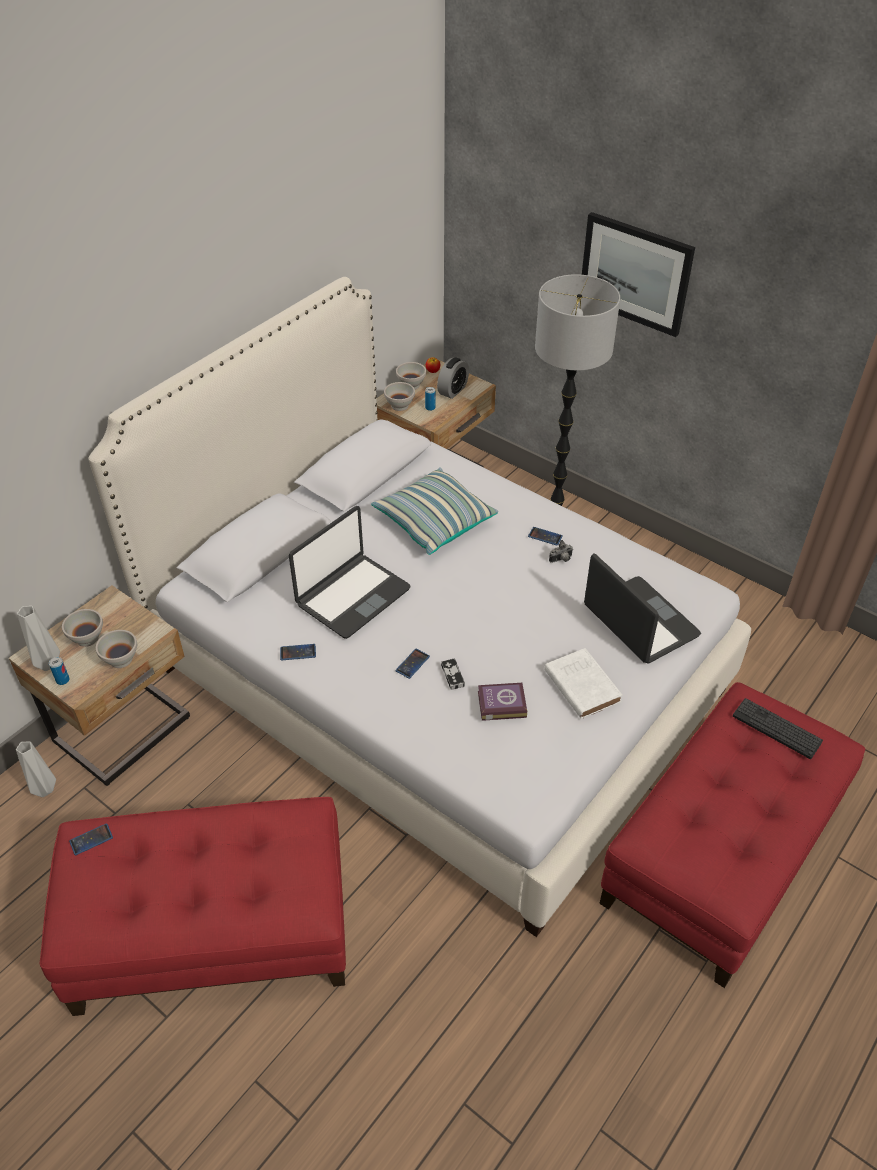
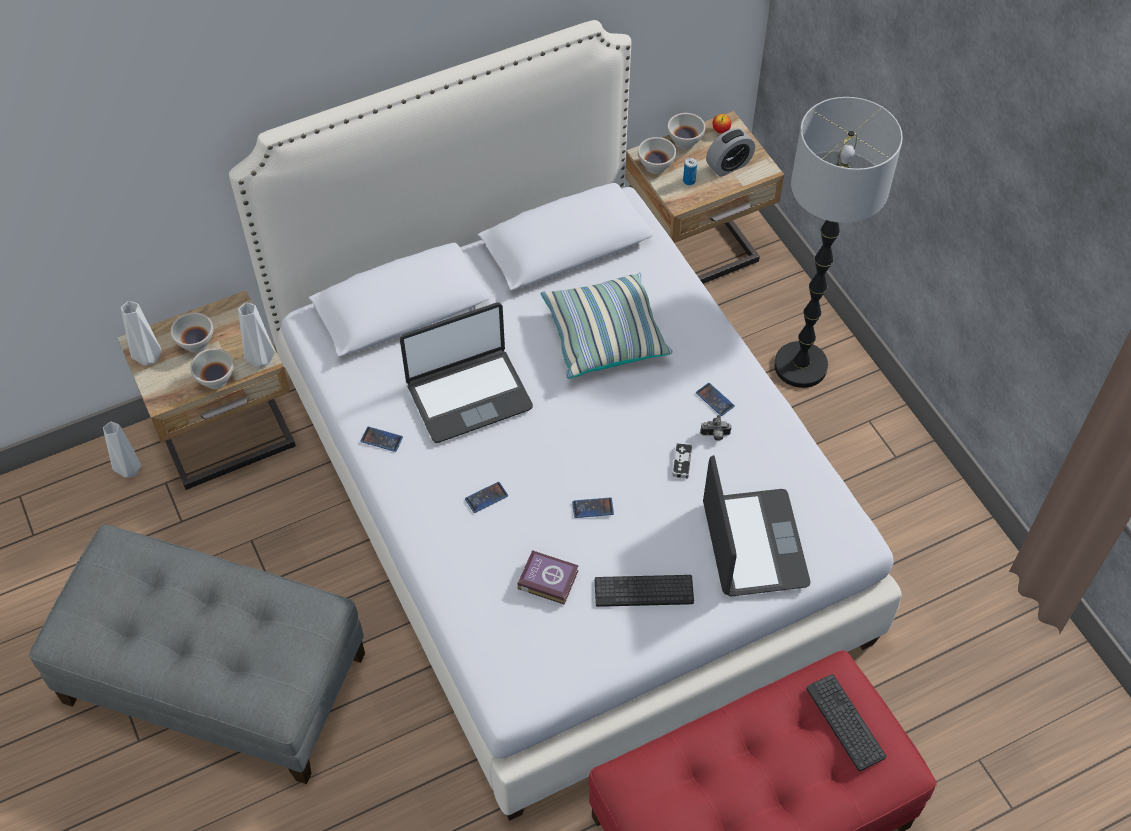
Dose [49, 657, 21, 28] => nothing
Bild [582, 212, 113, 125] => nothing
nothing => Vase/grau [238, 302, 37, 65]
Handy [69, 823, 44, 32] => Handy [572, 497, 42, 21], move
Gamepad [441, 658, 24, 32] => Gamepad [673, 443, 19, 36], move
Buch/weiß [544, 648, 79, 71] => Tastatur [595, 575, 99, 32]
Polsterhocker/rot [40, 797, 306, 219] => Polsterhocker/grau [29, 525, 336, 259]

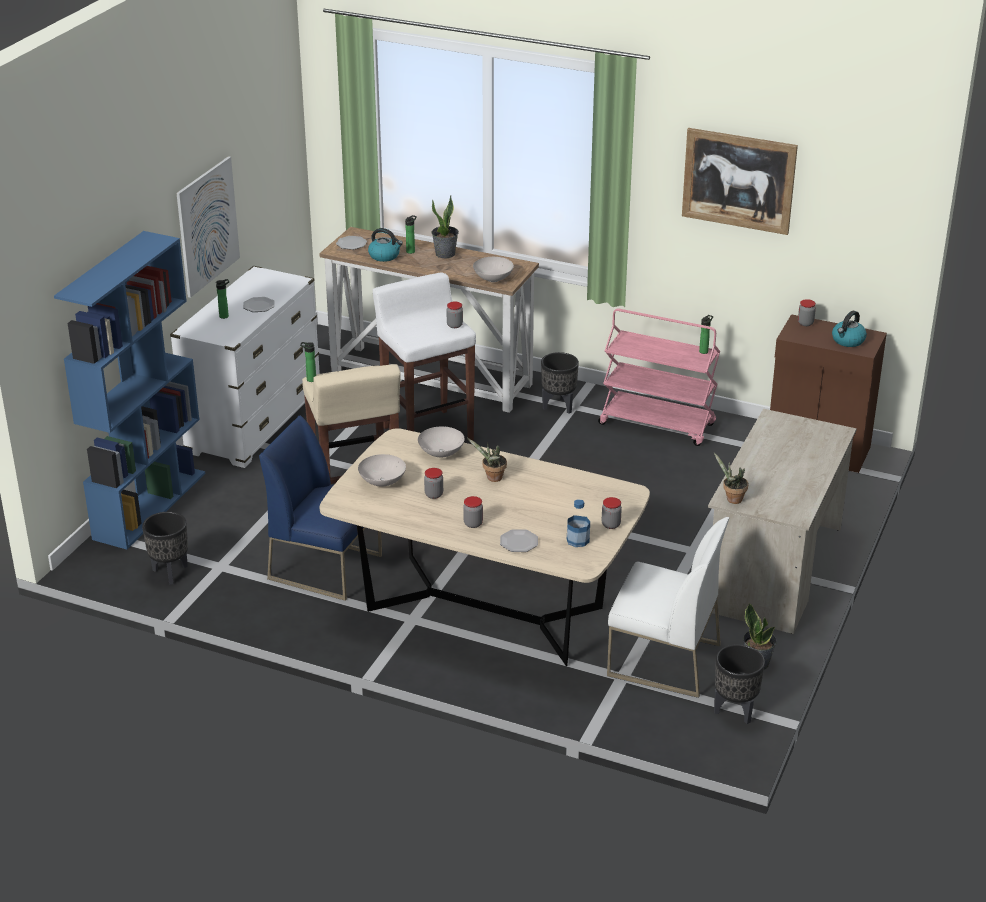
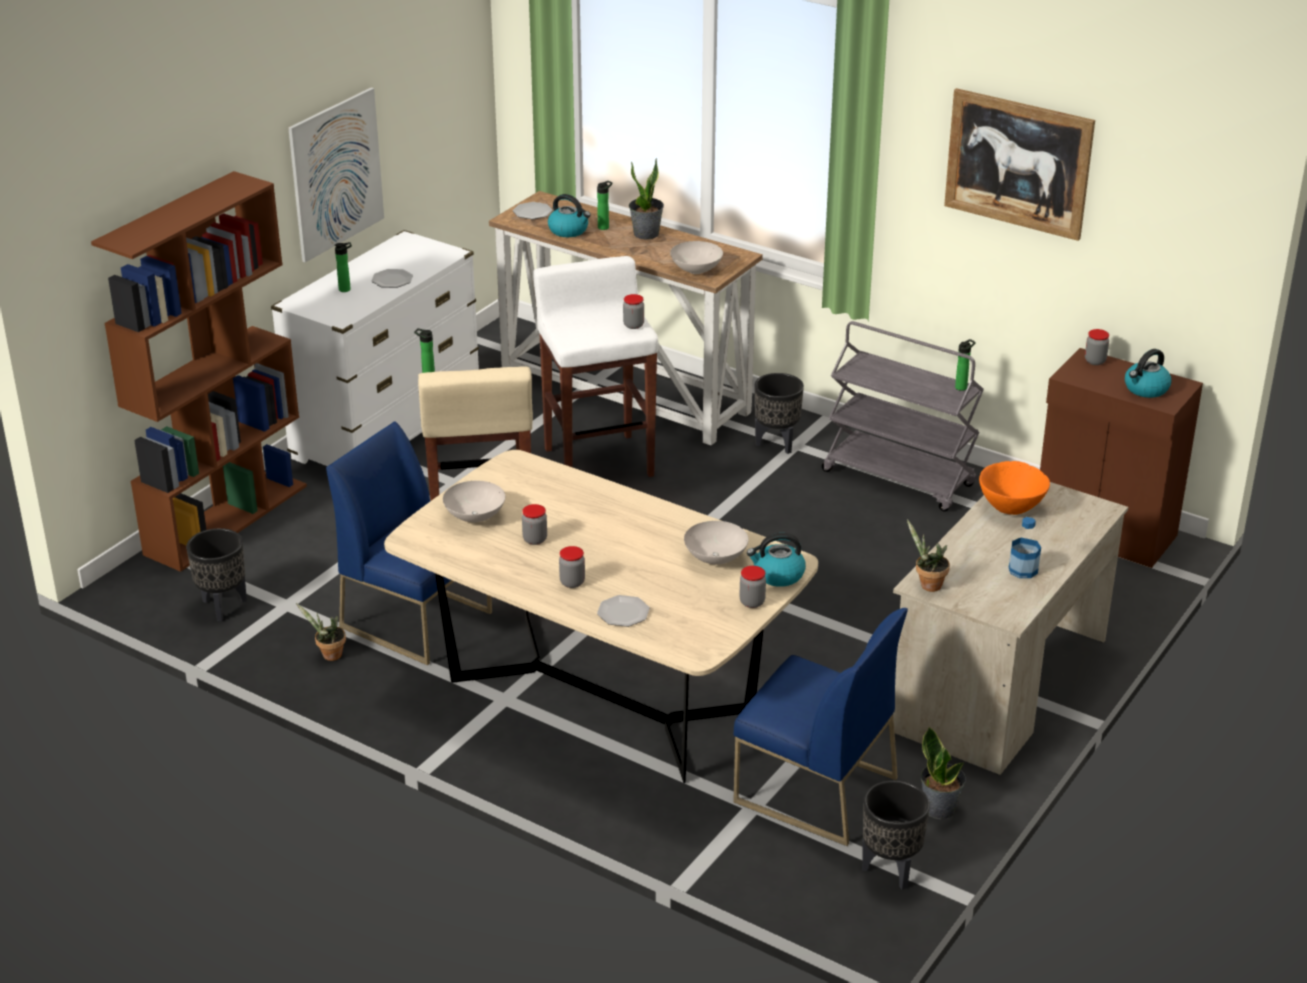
nothing => Wasserkessel [747, 533, 59, 54]
nothing => Schüssel/orange [979, 461, 71, 54]
Schüssel/weiß [418, 426, 47, 32] => Schüssel/weiß [684, 521, 64, 43], move
Topfpflanze [467, 438, 40, 44] => Topfpflanze [296, 603, 50, 58], move
Flasche [567, 499, 23, 48] => Flasche [1009, 517, 32, 61], move
Bücherregal/blau [54, 231, 151, 319] => Bücherregal/braun [91, 171, 216, 401]
Rollwagen/rosa [598, 308, 122, 138] => Rollwagen/grau [822, 321, 162, 191]
Stuhl/weiß [607, 517, 123, 181] => Stuhl/blau [733, 608, 175, 238]

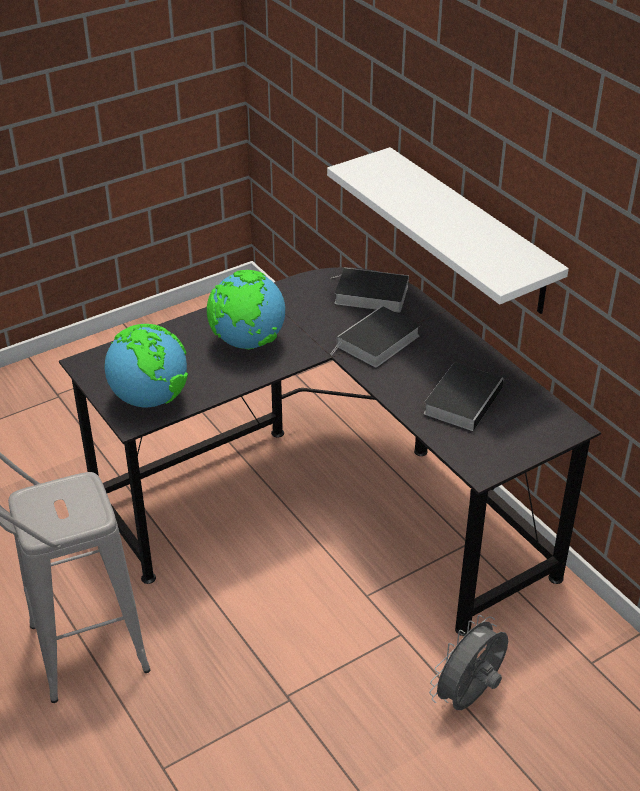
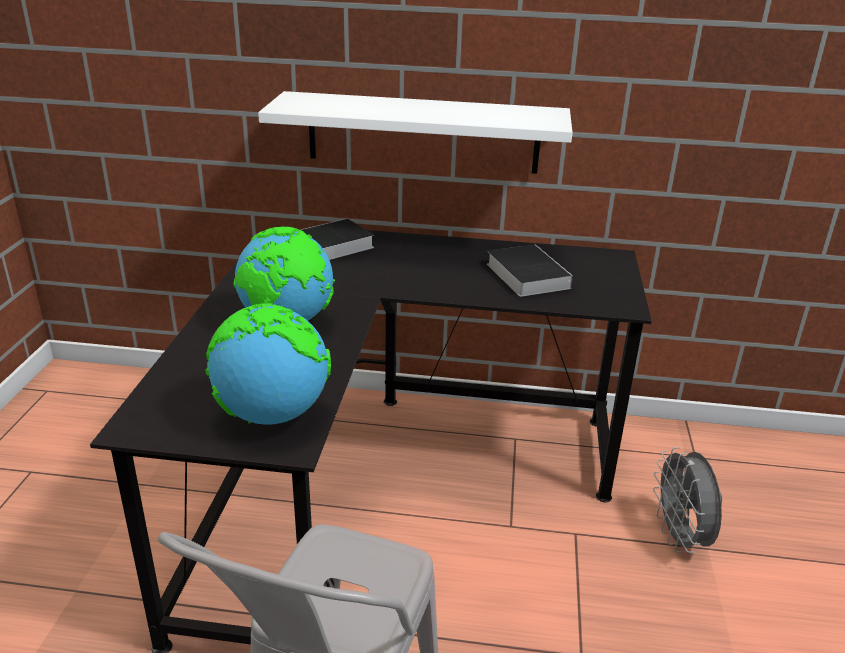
Buch [331, 306, 89, 61] => nothing

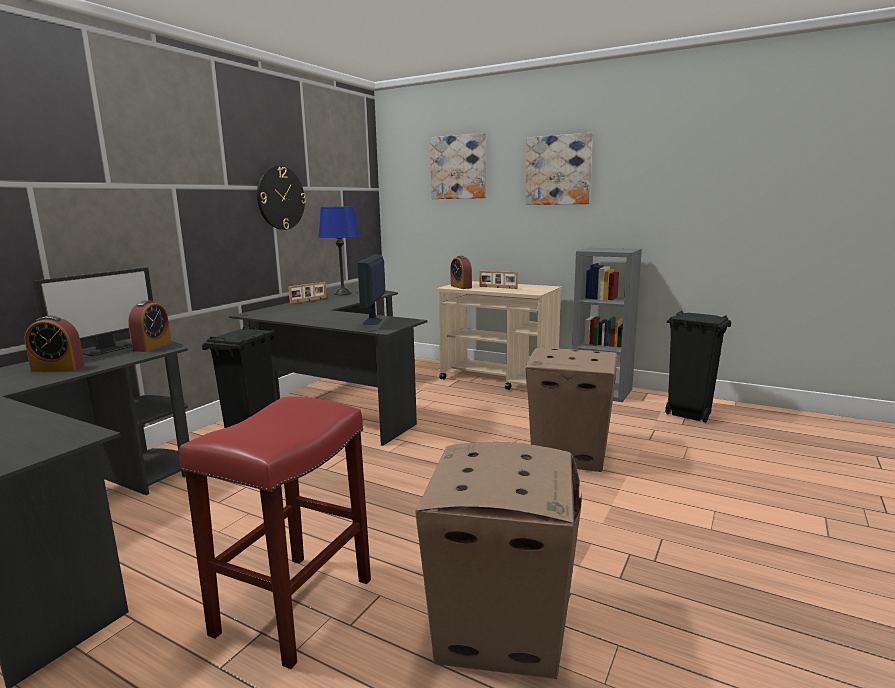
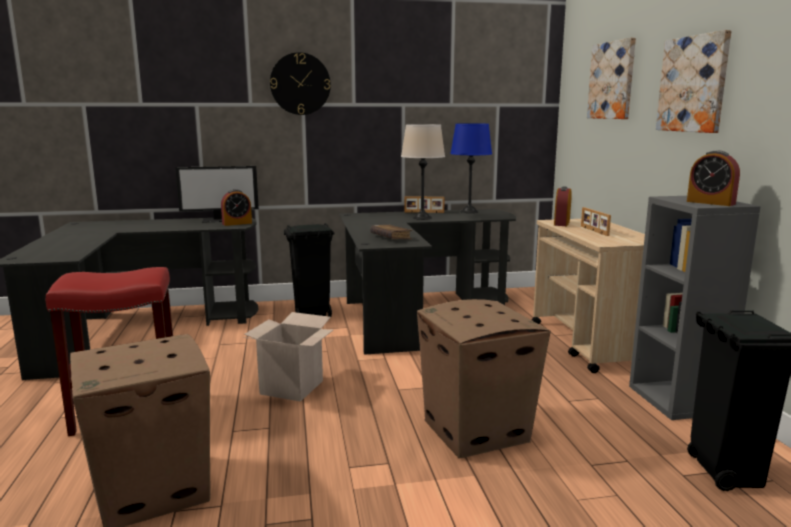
nothing => Karton [243, 312, 90, 90]
nothing => Tischlampe/beige [401, 124, 44, 96]
Wecker [25, 316, 60, 56] => Wecker [687, 150, 53, 56], move
Wanduhr [257, 166, 49, 64] => Wanduhr [270, 52, 61, 63], move
Monitor [357, 254, 28, 71] => Buch/braun [370, 225, 43, 14]

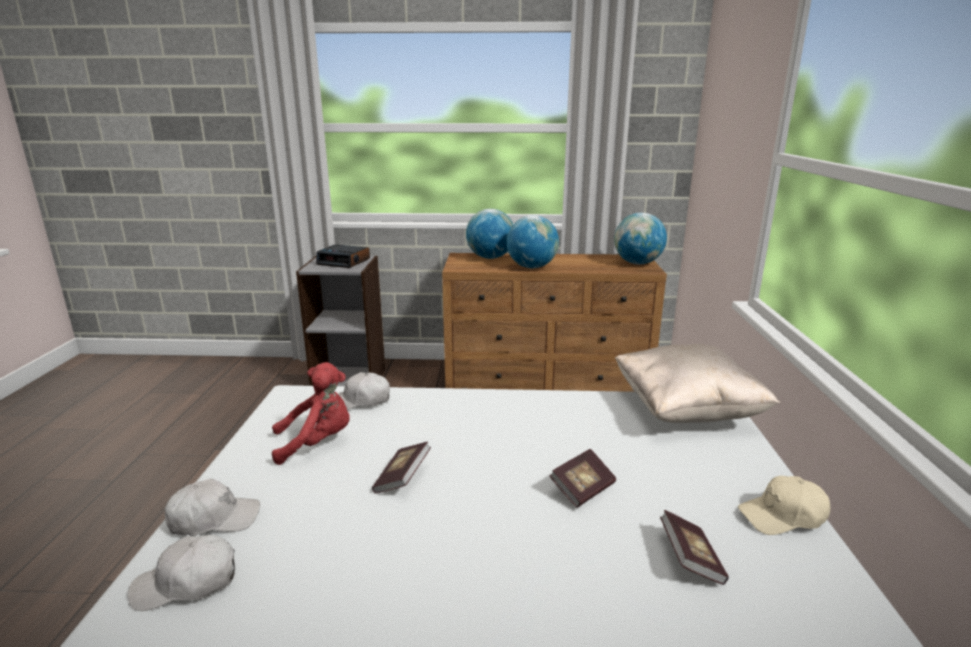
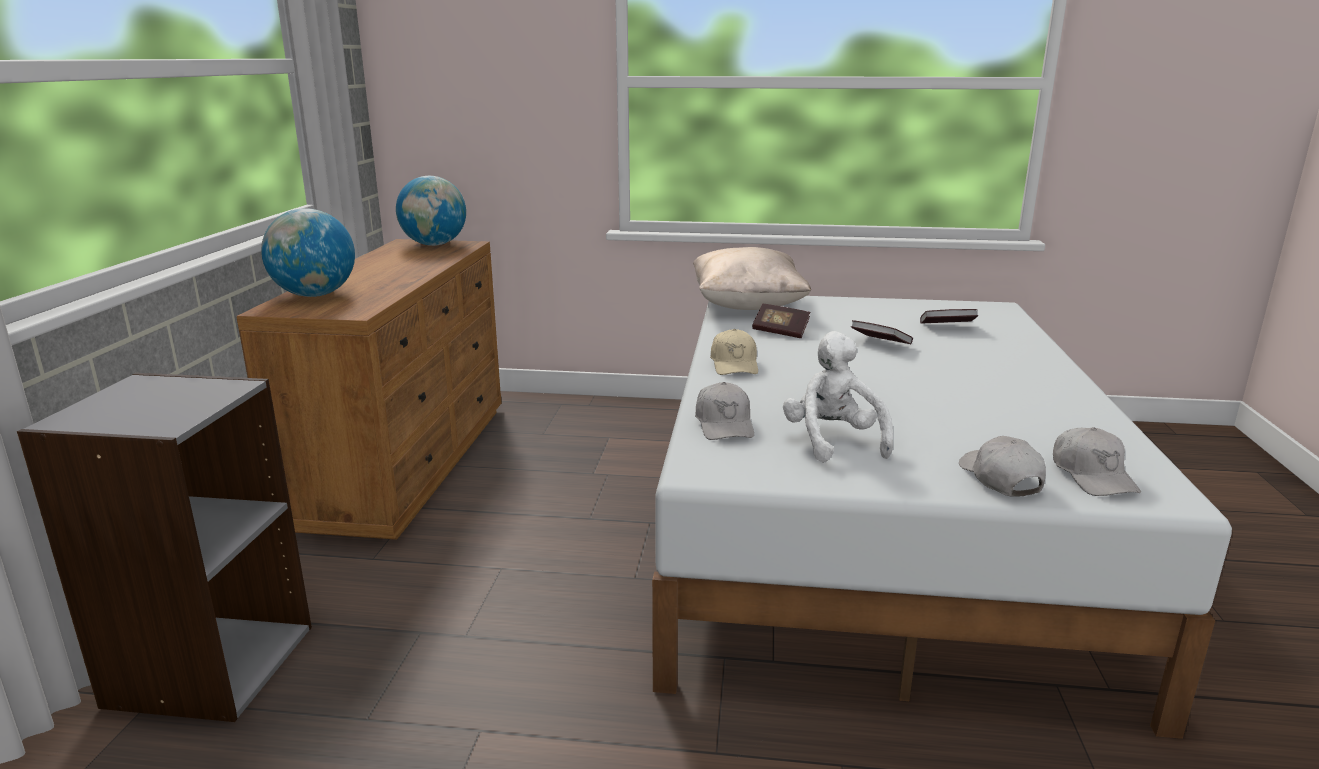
Wecker [316, 244, 54, 24] => nothing
Globus [507, 215, 52, 53] => nothing
Buch [372, 442, 59, 52] => Buch [752, 304, 58, 34], move
Kappe/beige [738, 476, 92, 59] => Kappe/beige [710, 329, 48, 46], move
Plüschtier/rot [272, 362, 78, 103] => Plüschtier/weiß [783, 331, 110, 132]

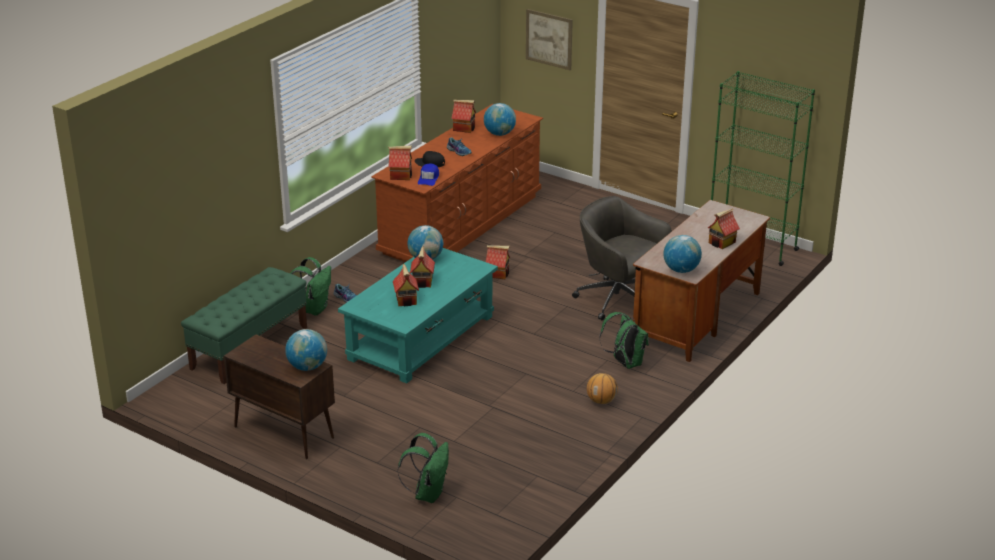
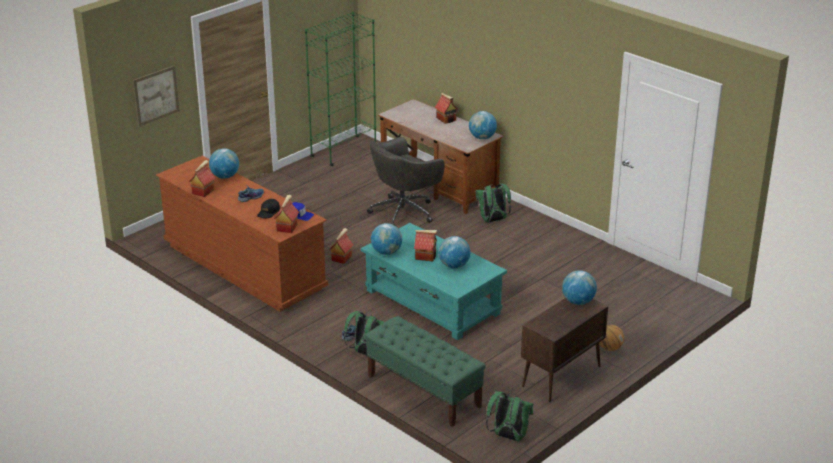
Rucksack/grün [398, 433, 51, 70] => Rucksack/grün [486, 391, 48, 50], move
Basketball [587, 373, 31, 31] => Basketball [599, 325, 25, 26], move
Spielzeughaus [393, 264, 26, 42] => Globus [438, 236, 32, 32]

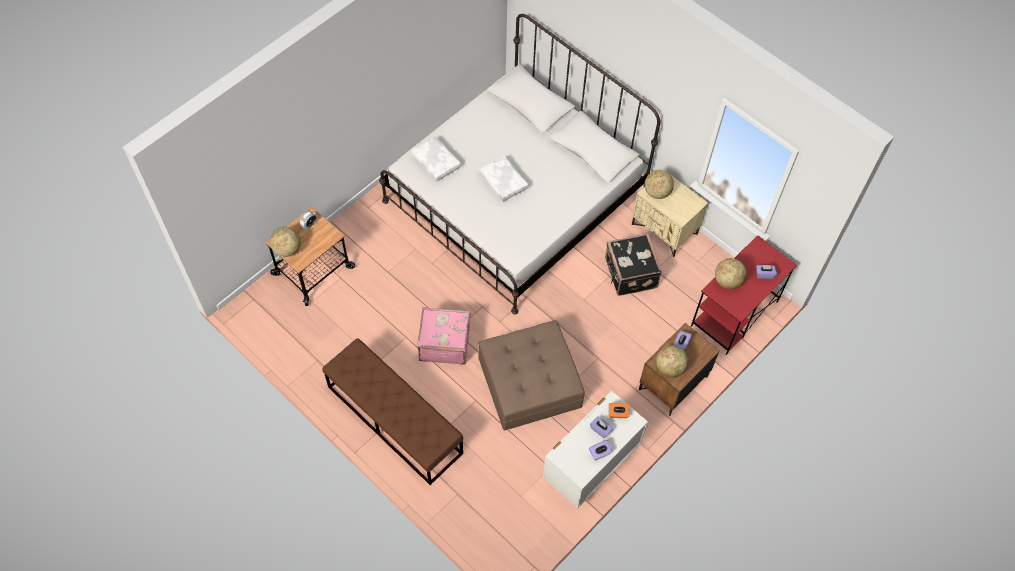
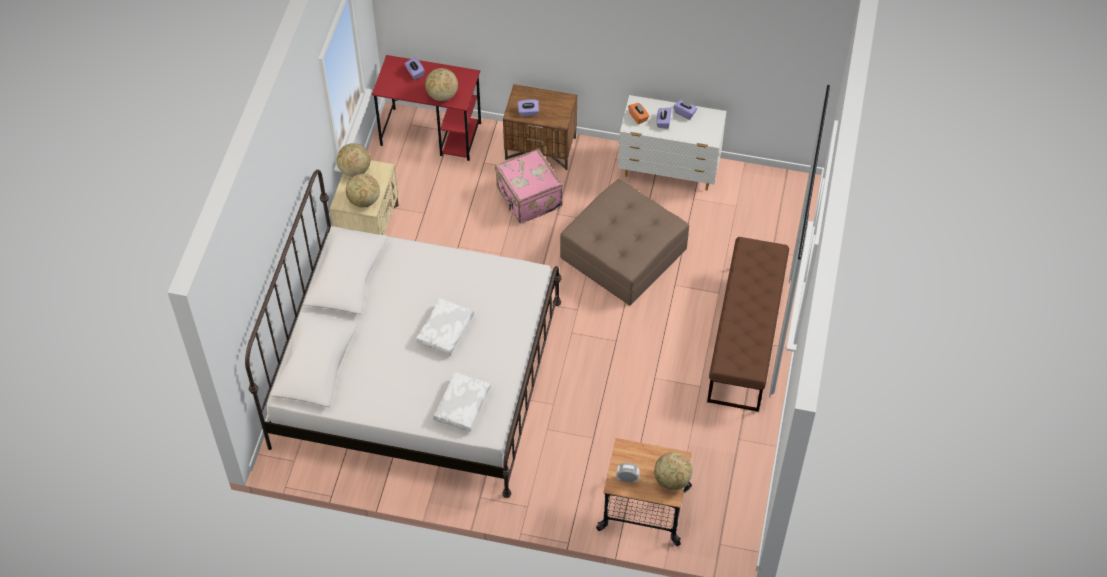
Koffer/schwarz [605, 234, 57, 62] => nothing
Koffer/rosa [417, 307, 53, 58] => Koffer/rosa [495, 148, 68, 75], move
Globus [656, 346, 32, 32] => Globus [337, 143, 33, 34], move

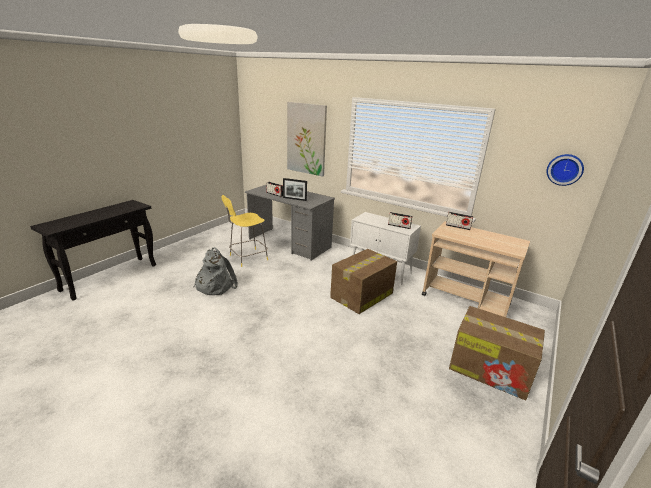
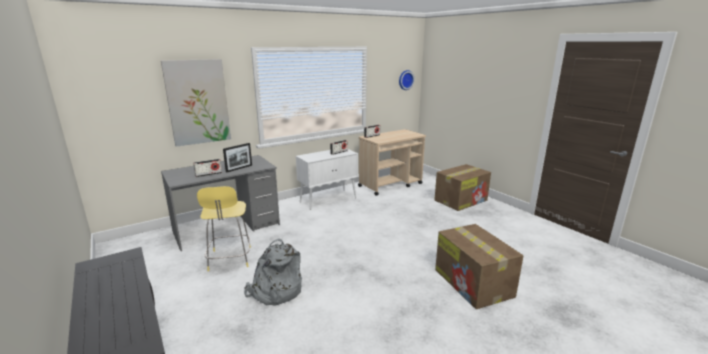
Karton [330, 249, 67, 65] => Karton [435, 224, 88, 85], move

